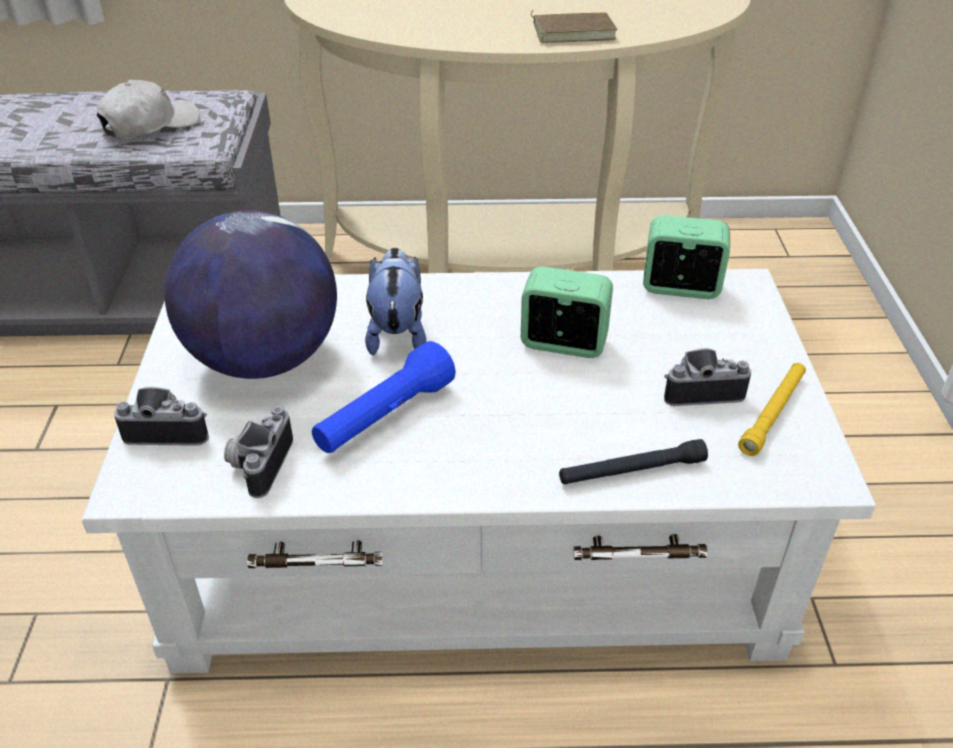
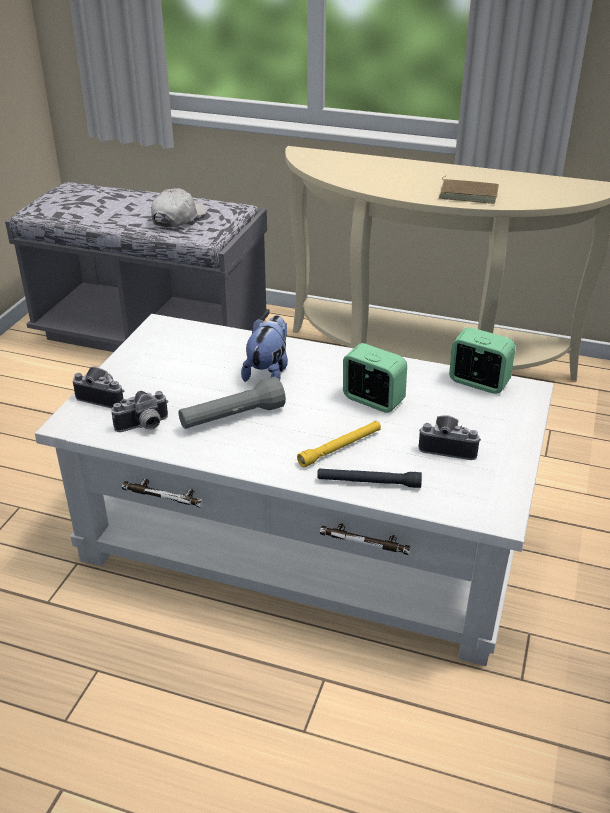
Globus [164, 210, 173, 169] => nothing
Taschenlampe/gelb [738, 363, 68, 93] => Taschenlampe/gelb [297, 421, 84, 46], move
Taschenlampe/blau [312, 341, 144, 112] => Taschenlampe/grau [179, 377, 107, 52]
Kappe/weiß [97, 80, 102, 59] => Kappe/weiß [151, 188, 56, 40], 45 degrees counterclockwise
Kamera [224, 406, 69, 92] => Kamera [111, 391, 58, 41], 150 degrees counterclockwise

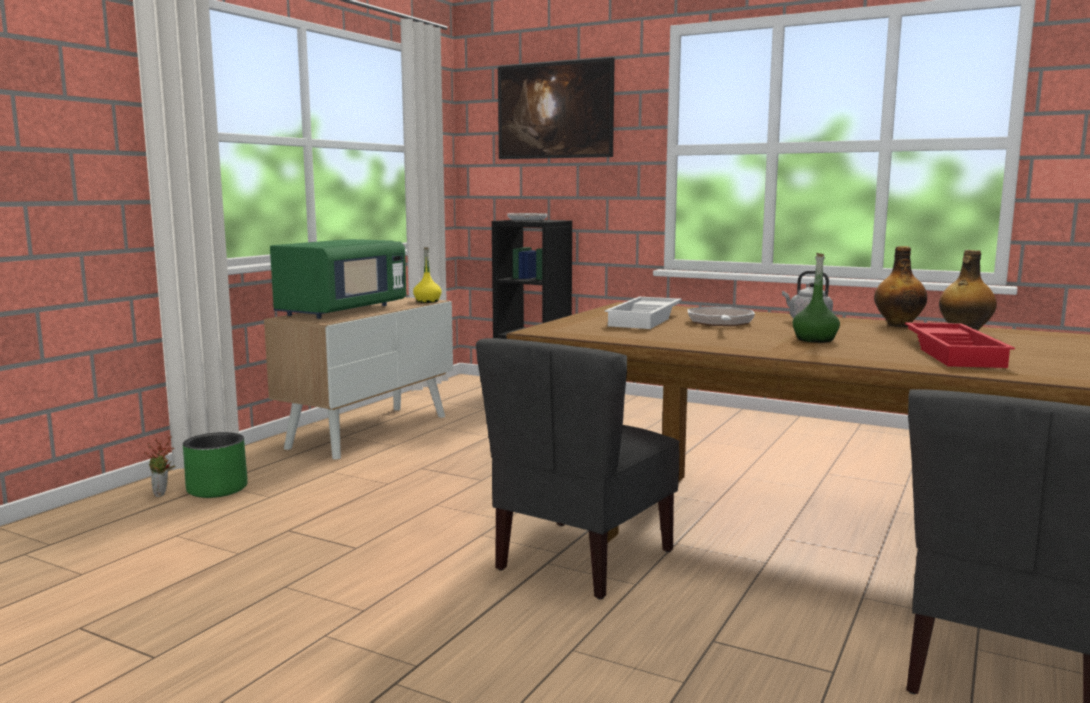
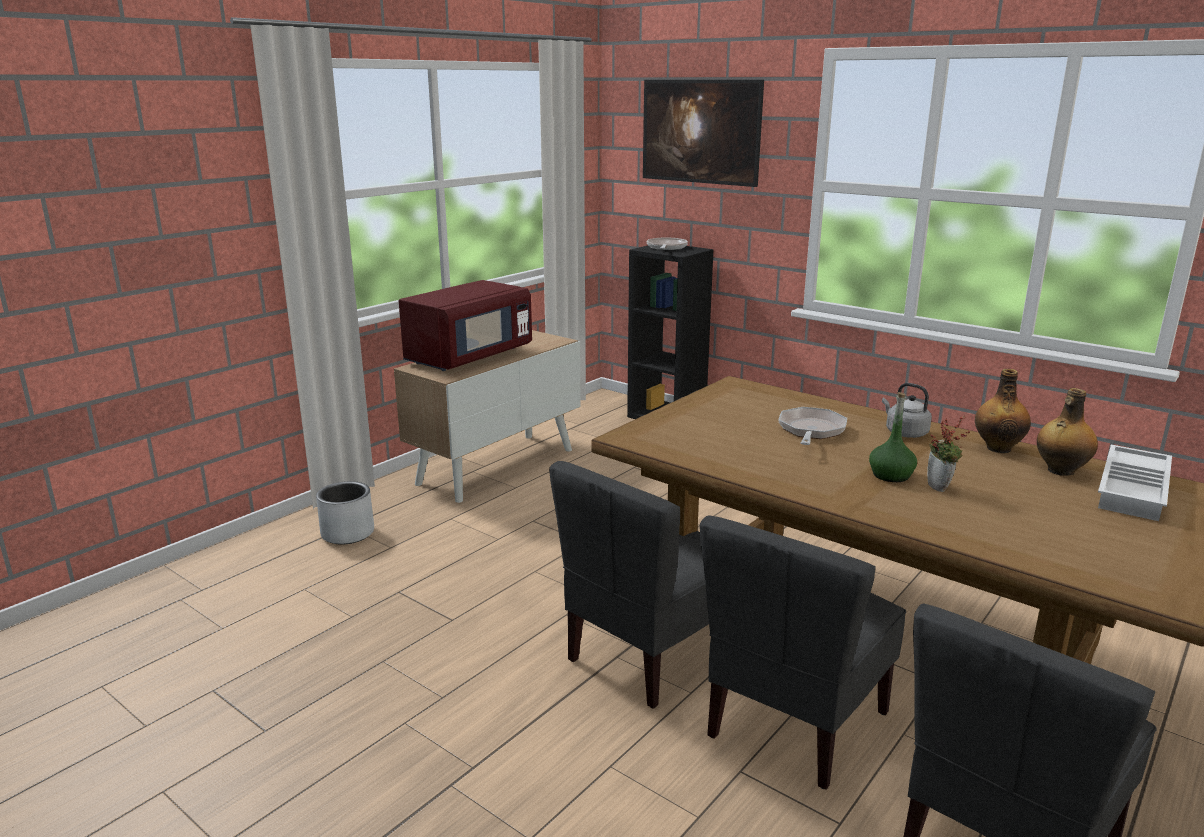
Flasche/gelb [413, 247, 29, 56] => nothing
Tablett/rot [905, 322, 110, 46] => nothing
nothing => Stuhl/grau [700, 515, 206, 275]
Topfpflanze [144, 437, 31, 60] => Topfpflanze [927, 416, 43, 76], move
Tablett/weiß [605, 297, 77, 32] => Tablett/weiß [1098, 445, 74, 76], move
Pflanzkübel/grün [183, 432, 65, 66] => Pflanzkübel/grau [316, 481, 58, 64]
Mikrowelle/grün [270, 239, 136, 80] => Mikrowelle/rot [399, 280, 133, 91]

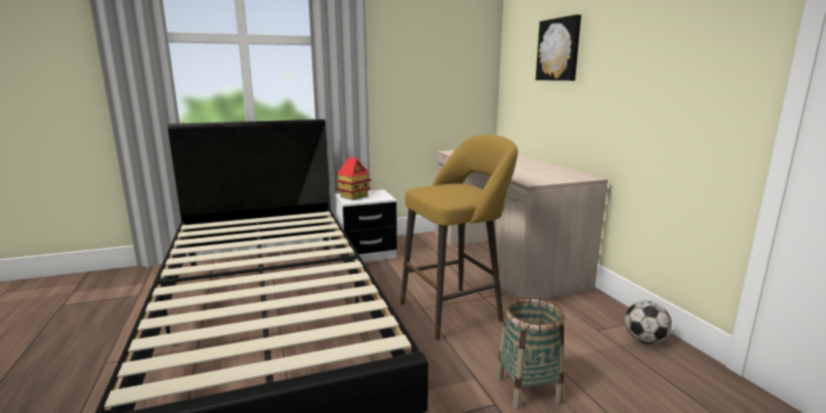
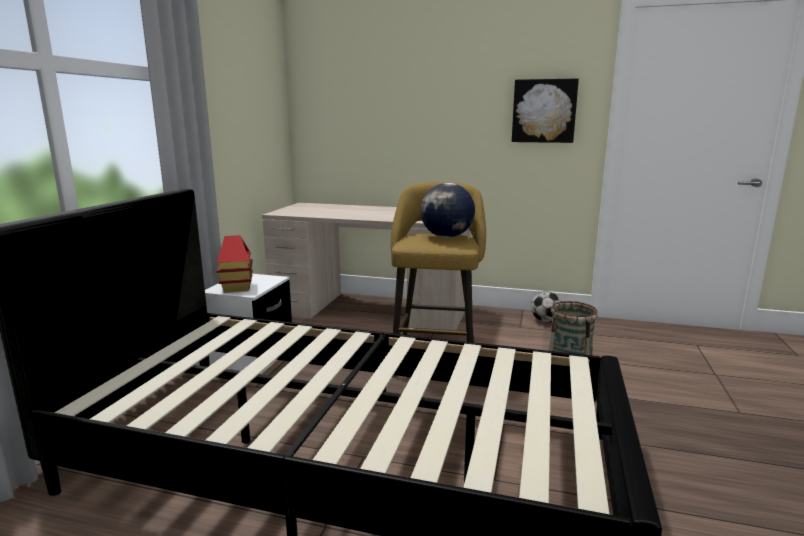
nothing => Globus [420, 183, 55, 55]
Bild [536, 15, 45, 66] => Bild [512, 78, 67, 65], move

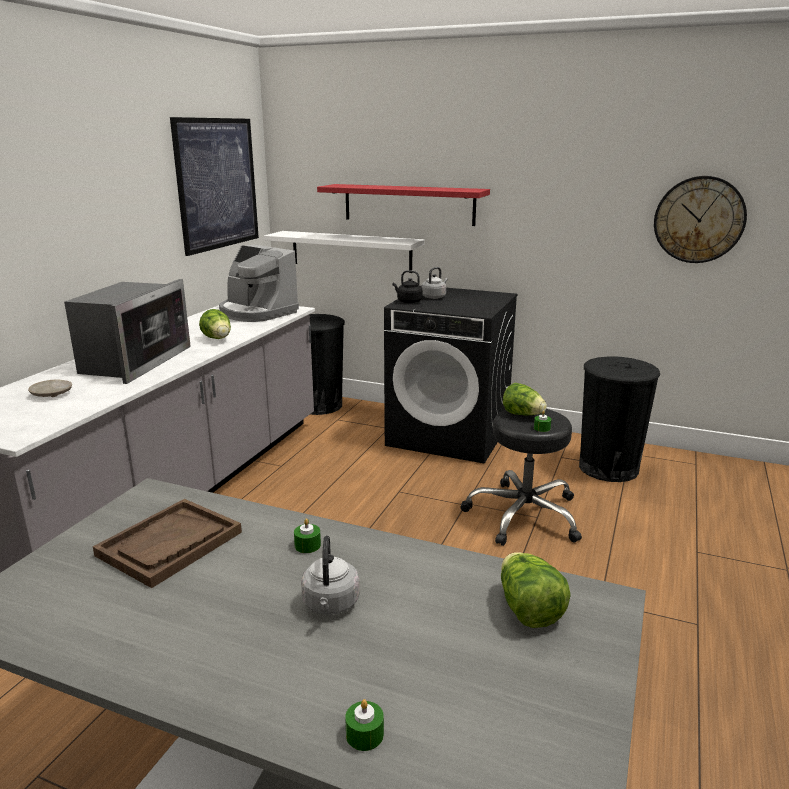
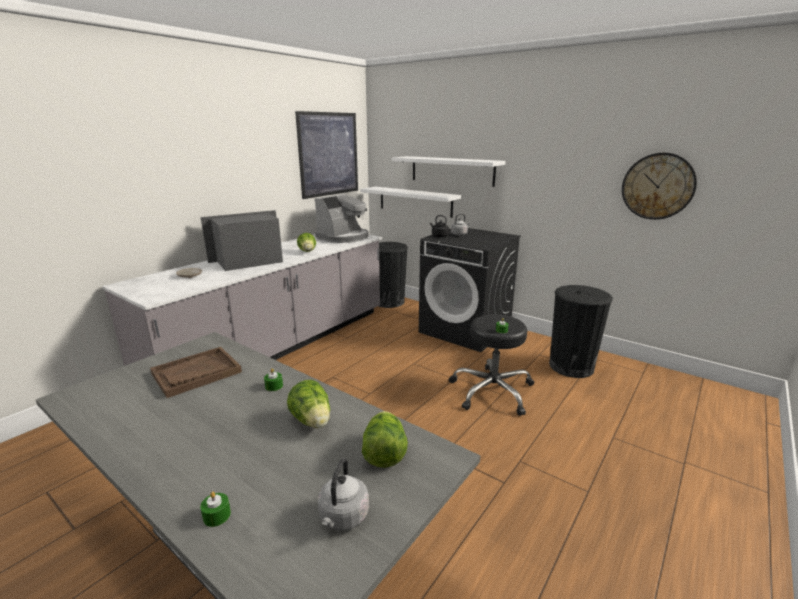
Wasserkessel/grau [301, 536, 59, 79] => Wasserkessel/grau [318, 458, 51, 73], move
Salatkopf [503, 383, 44, 32] => Salatkopf [287, 380, 43, 48], move
Wandregal/rot [317, 184, 173, 42] => Wandregal/weiß [392, 156, 113, 31]
Mikrowelle [64, 279, 127, 105] => Mikrowelle [201, 210, 82, 61], 150 degrees counterclockwise
Kaffeemaschine [219, 245, 80, 77] => Kaffeemaschine [315, 194, 54, 49], 105 degrees counterclockwise

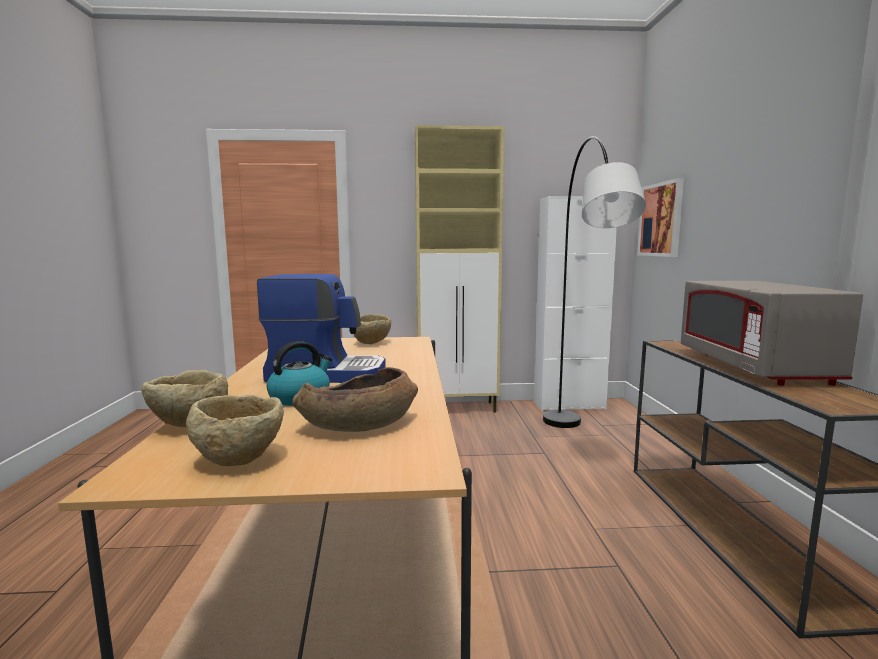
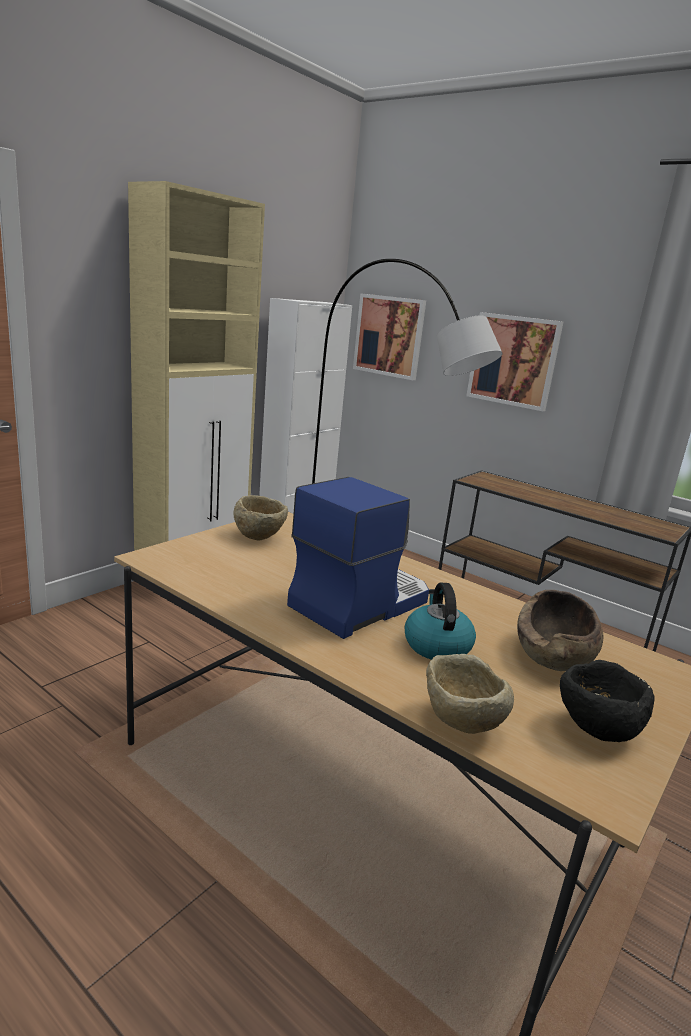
Mikrowelle/grau [681, 281, 182, 105] => nothing
nothing => Bild [466, 312, 97, 99]
Schüssel/beige [186, 395, 98, 71] => Schüssel/schwarz [560, 660, 95, 82]

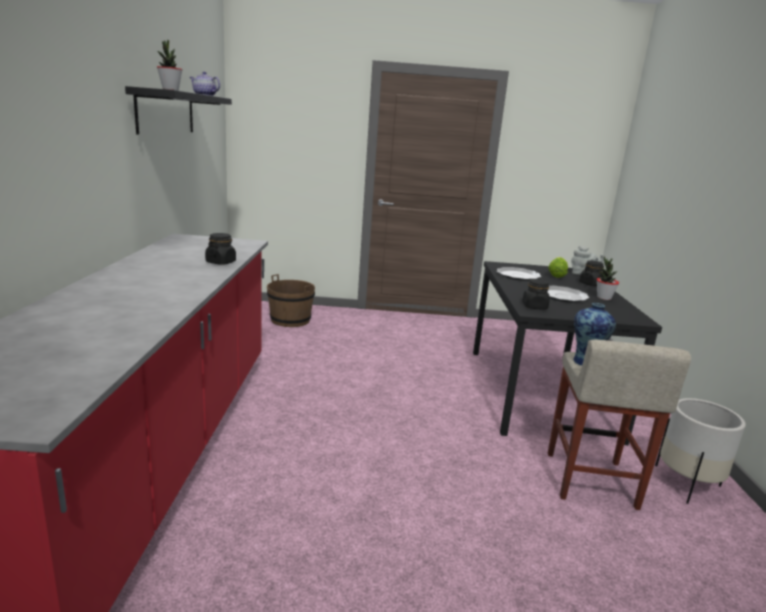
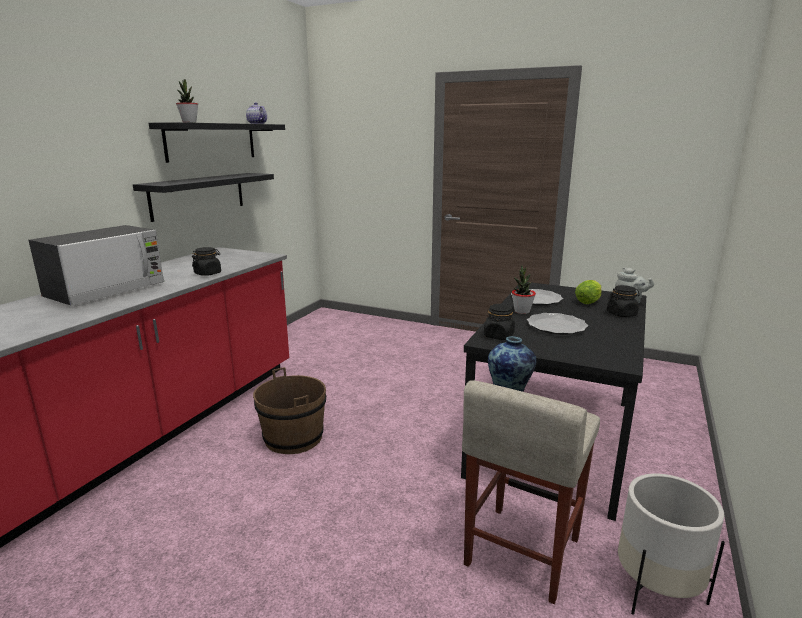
nothing => Mikrowelle [28, 225, 136, 81]
nothing => Wandregal/schwarz [133, 173, 141, 49]
Eimer/braun [267, 274, 48, 53] => Eimer/braun [253, 367, 73, 87], move
Topfpflanze [597, 256, 22, 44] => Topfpflanze [512, 265, 24, 49], move

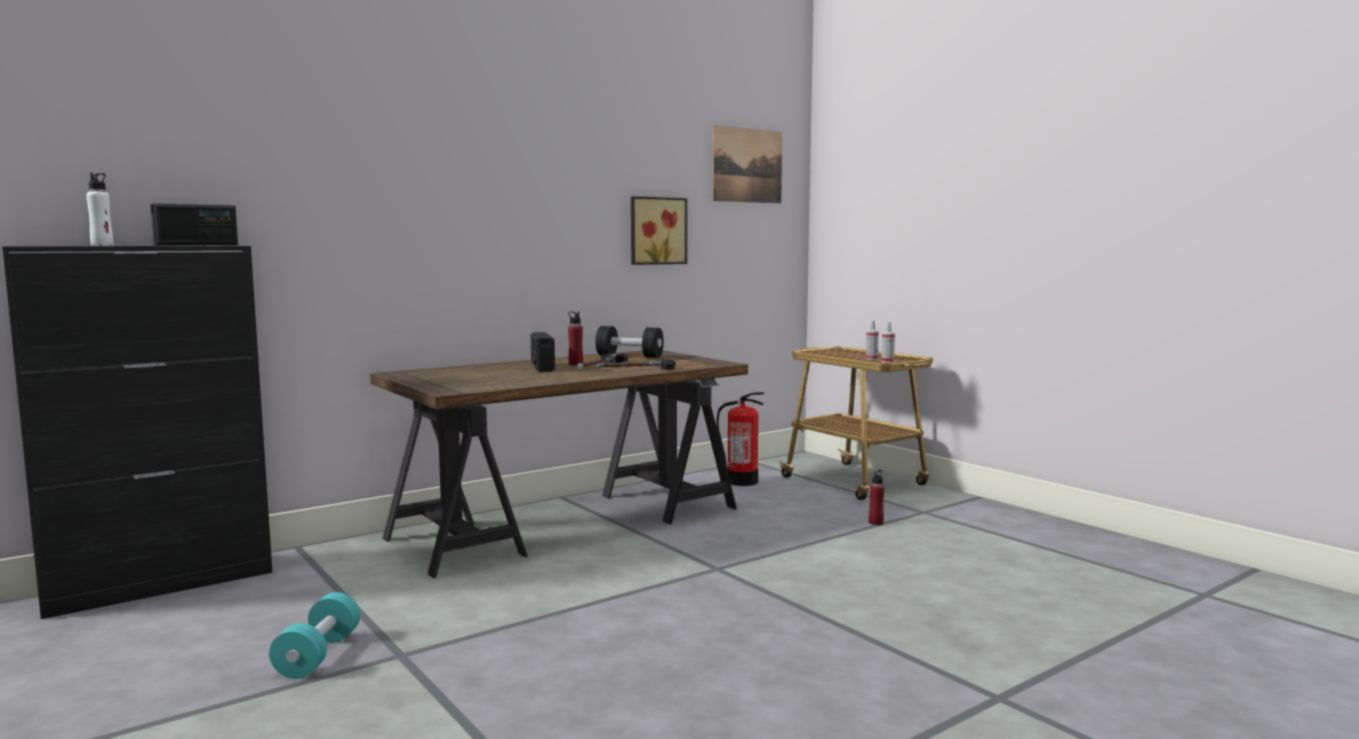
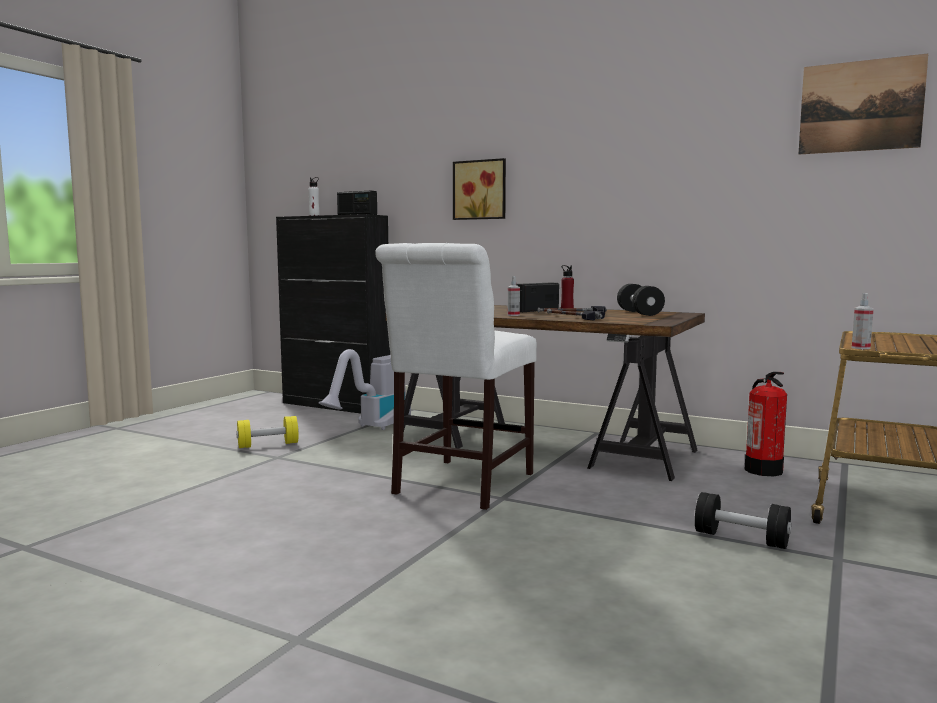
nothing => Staubsauger [319, 349, 92, 81]
nothing => Stuhl/weiß [375, 243, 162, 267]
Bild [631, 196, 56, 69] => Bild [453, 158, 53, 62], move
Sprühflasche [866, 321, 13, 39] => Sprühflasche [507, 276, 13, 40], move
Flasche/rot [869, 470, 16, 55] => Hantel/schwarz [695, 492, 96, 57]
Hantel/türkis [269, 592, 91, 87] => Hantel/gelb [236, 416, 63, 32]

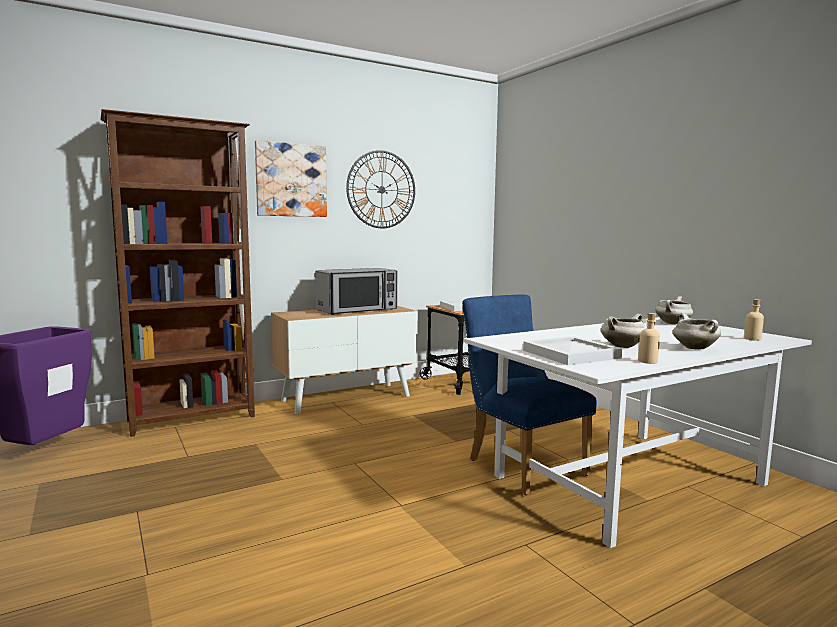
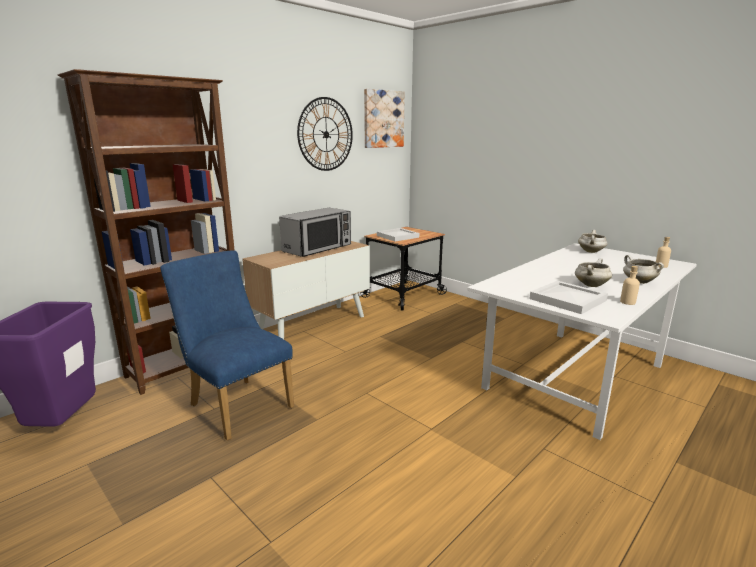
Bild [255, 140, 72, 77] => Bild [364, 89, 41, 59], move
Stuhl/blau [462, 294, 135, 201] => Stuhl/blau [160, 251, 134, 190], move

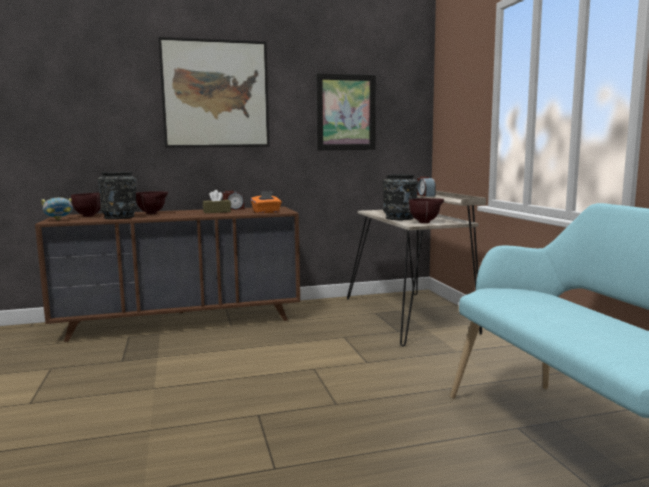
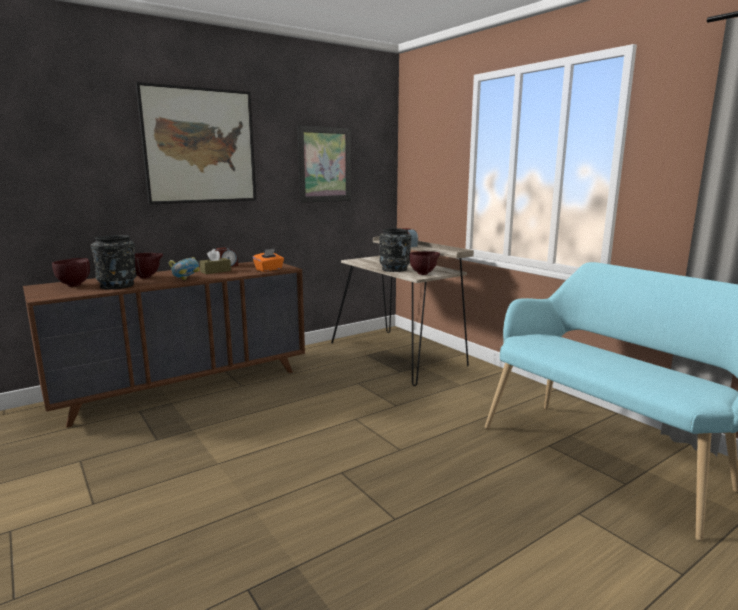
Schüssel [41, 197, 32, 23] => Schüssel [169, 257, 30, 23], move

